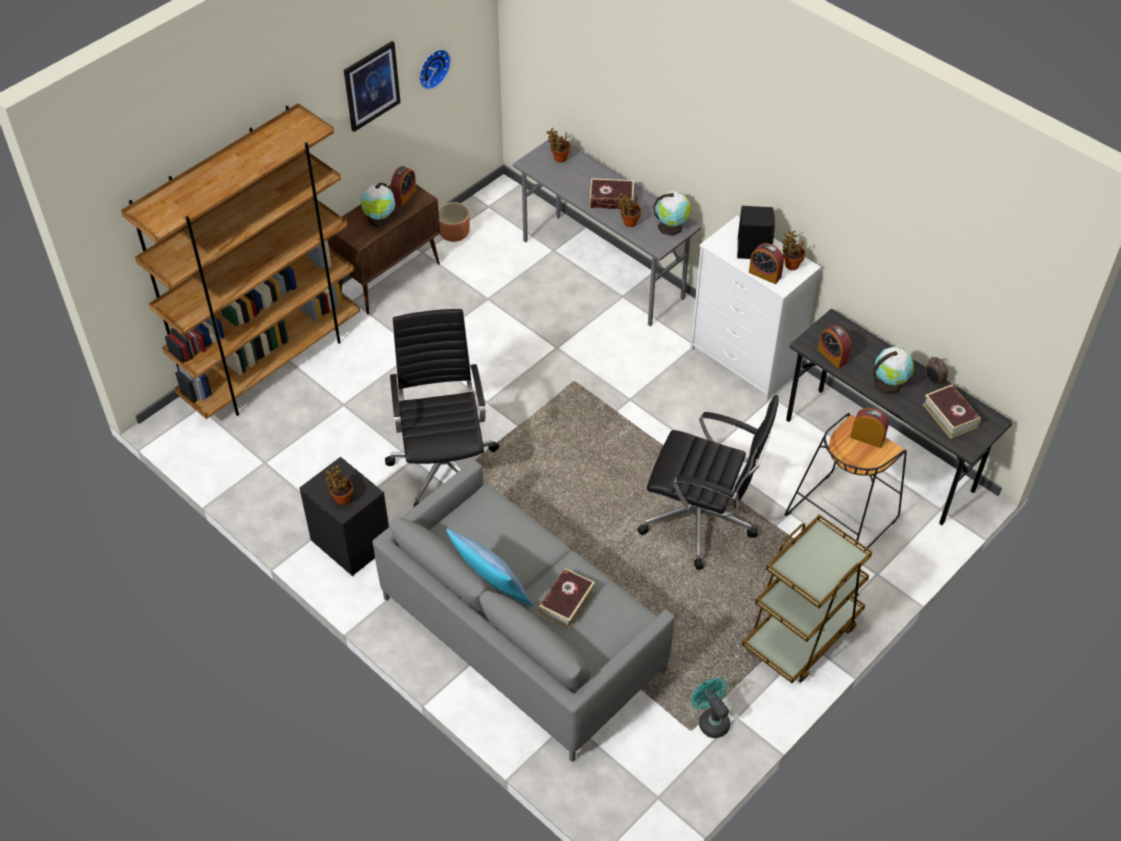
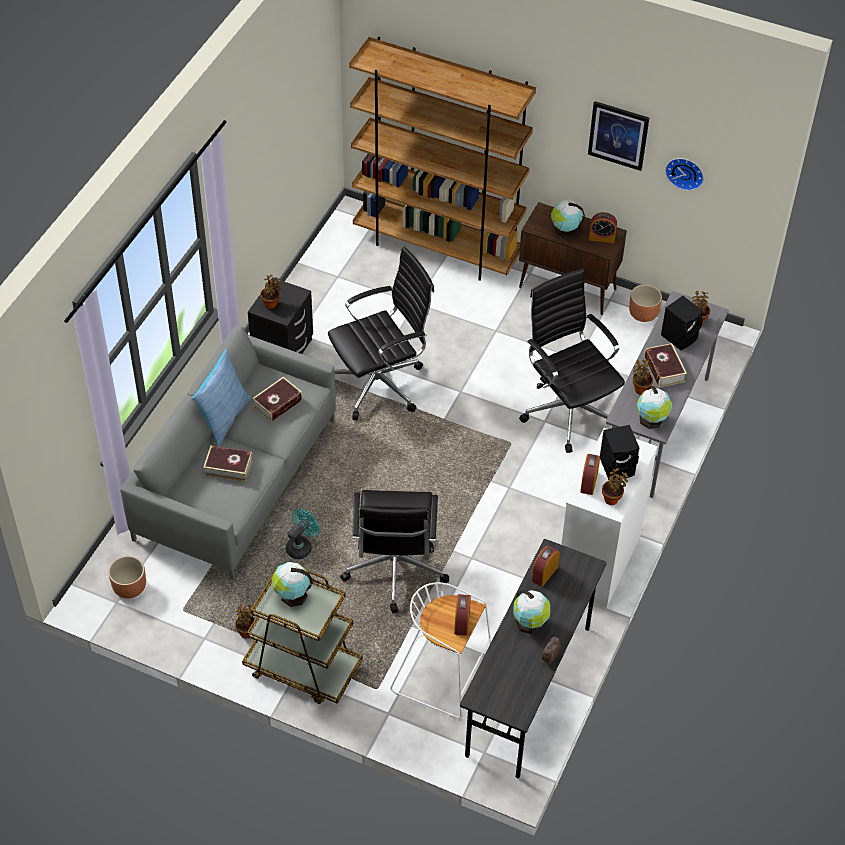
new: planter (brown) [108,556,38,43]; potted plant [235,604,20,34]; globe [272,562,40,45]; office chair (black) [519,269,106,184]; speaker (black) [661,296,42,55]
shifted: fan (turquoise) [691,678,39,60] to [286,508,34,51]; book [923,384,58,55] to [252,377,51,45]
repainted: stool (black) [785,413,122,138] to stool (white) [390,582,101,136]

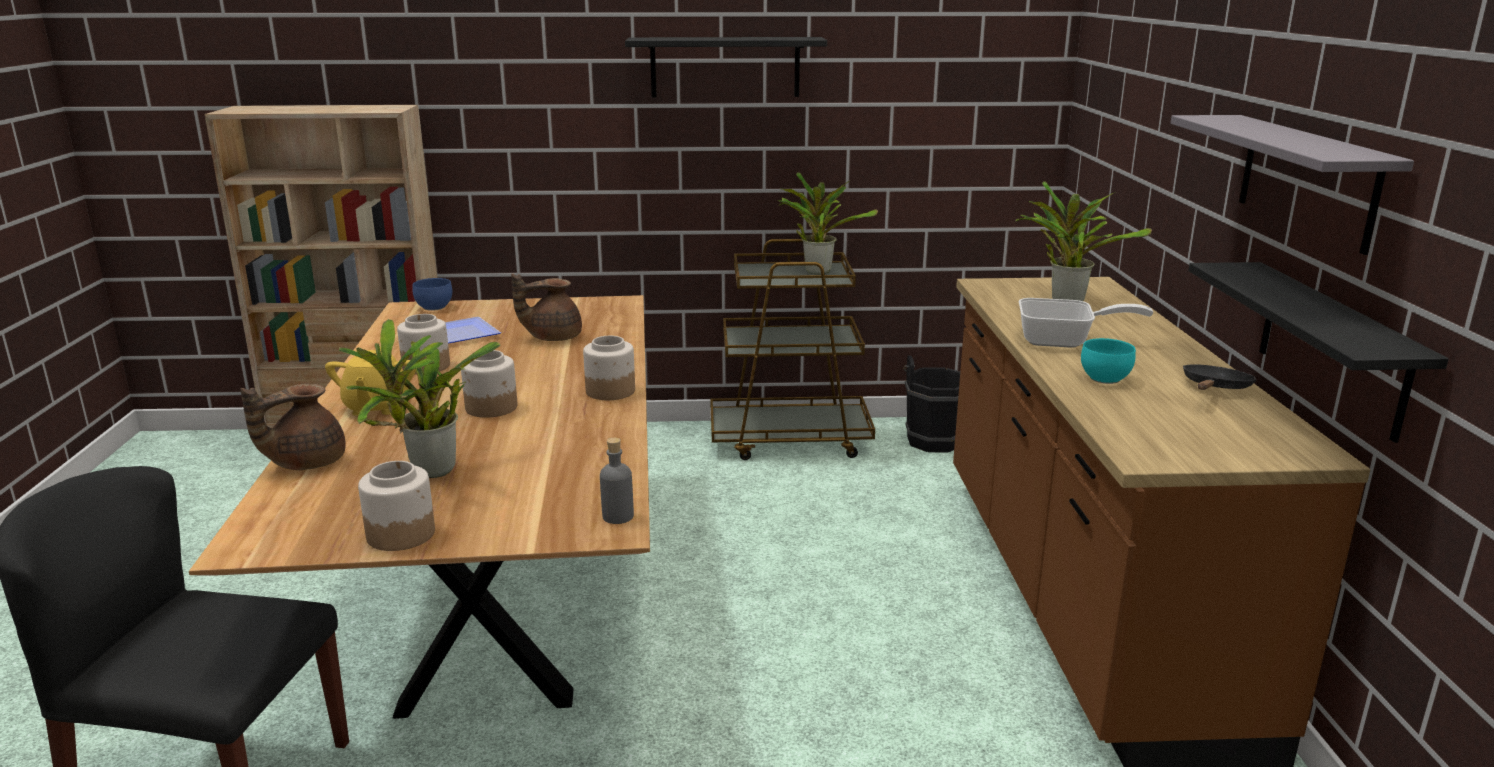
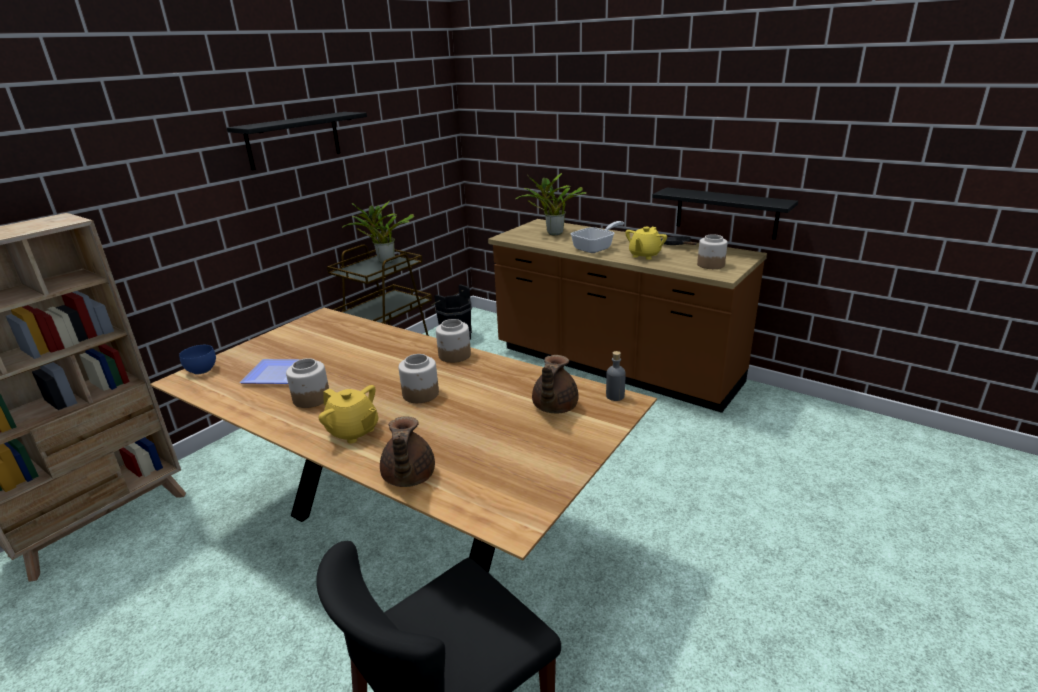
gone: potted plant [339,319,162,159]; shelf (grey) [1171,115,243,140]
shifted: jar [358,461,77,90] to [697,234,31,35]; teapot (brown) [511,273,71,68] to [532,355,46,58]
swapped: bowl (turquoise) [1081,338,55,46] to teapot (yellow) [625,227,42,33]

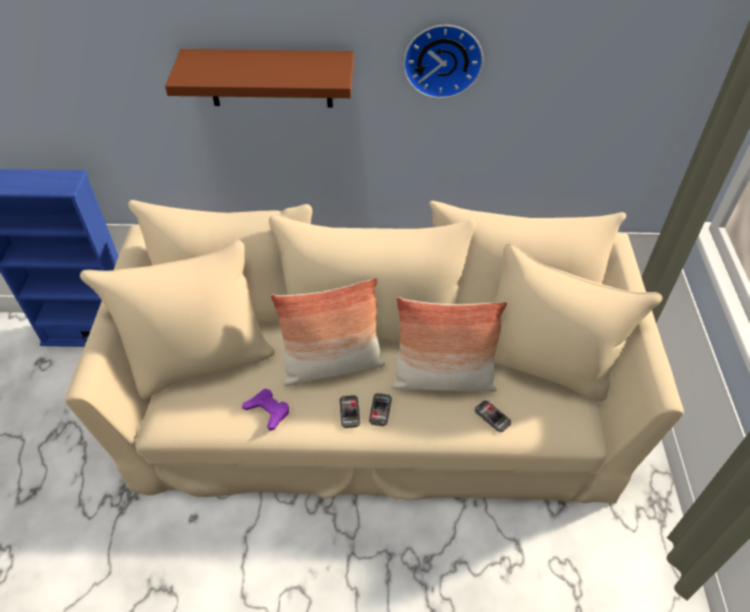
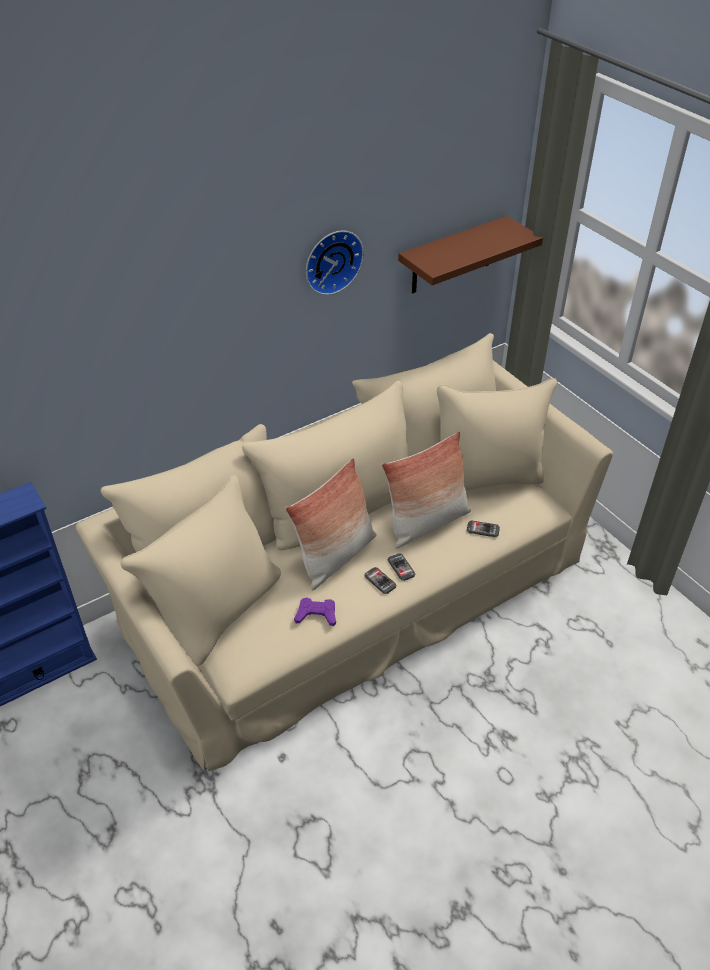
shifted: shelf (brown) [165,49,189,59] to [398,216,145,77]

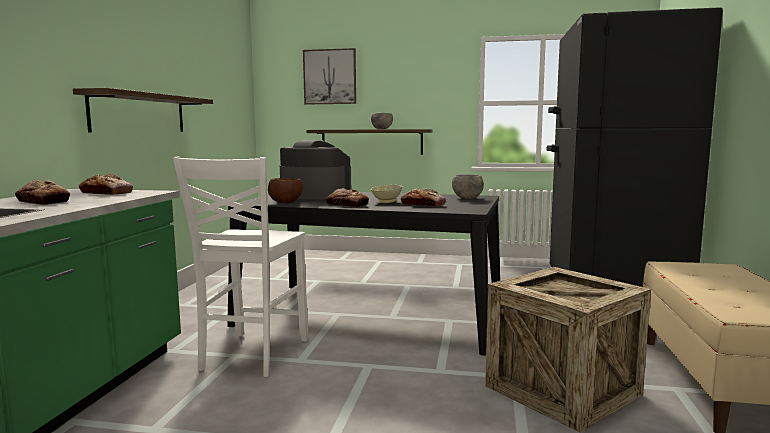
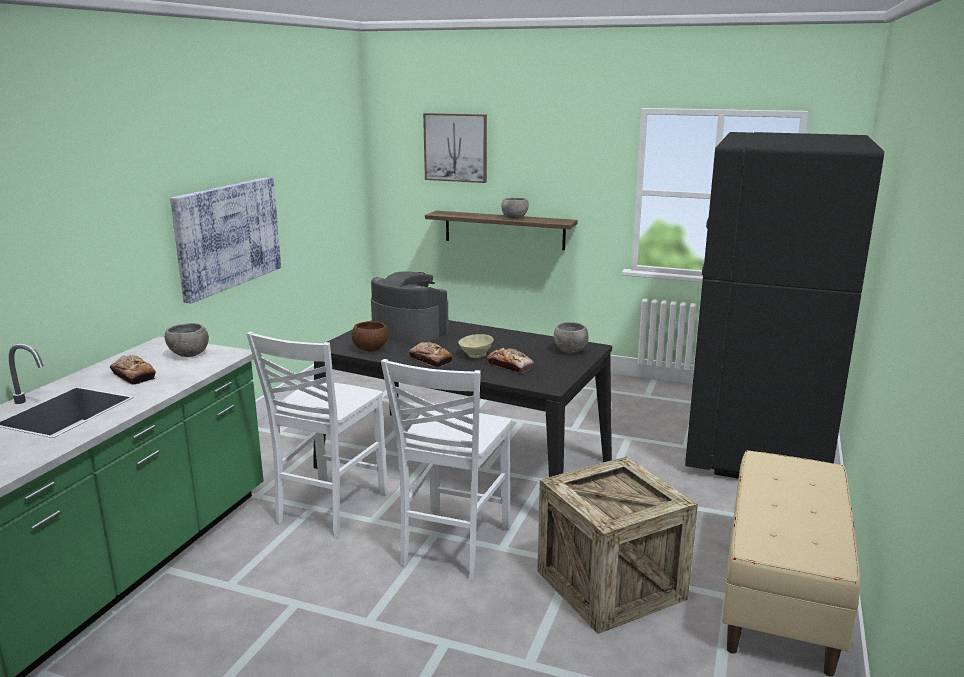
new: chair (white) [381,359,131,222]
swapped: shelf [73,88,140,44] to picture [170,177,111,126]; bread [78,173,55,22] to bowl (grey) [165,323,44,34]

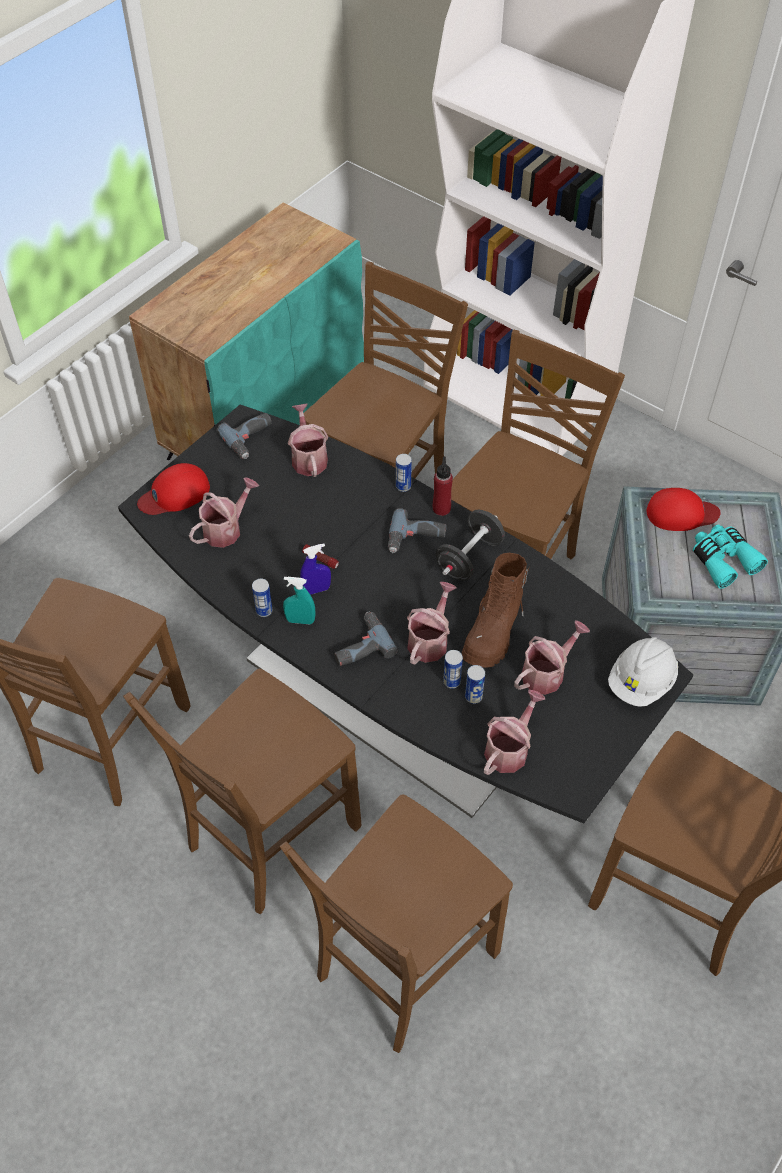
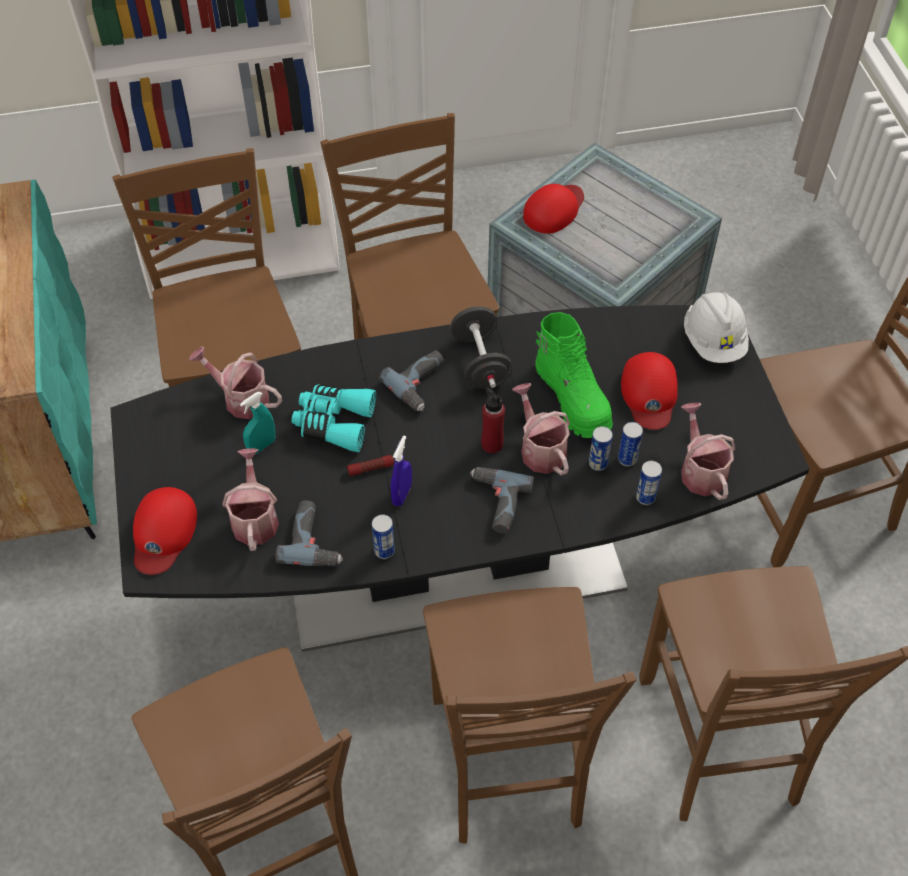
shifted: power drill [217,413,55,46] to [275,501,68,65]; spray bottle (turquoise) [283,577,32,47] to [240,392,35,63]; can [396,454,16,38] to [636,461,26,44]; bottle (red) [433,457,20,59] to [481,387,24,66]; binoculars (turquoise) [693,525,75,64] to [291,384,85,68]
swapped: watering can [514,620,76,75] to cap (red) [621,352,57,78]
repainted: boot (brown) [461,553,69,115] to boot (green) [535,312,78,126]

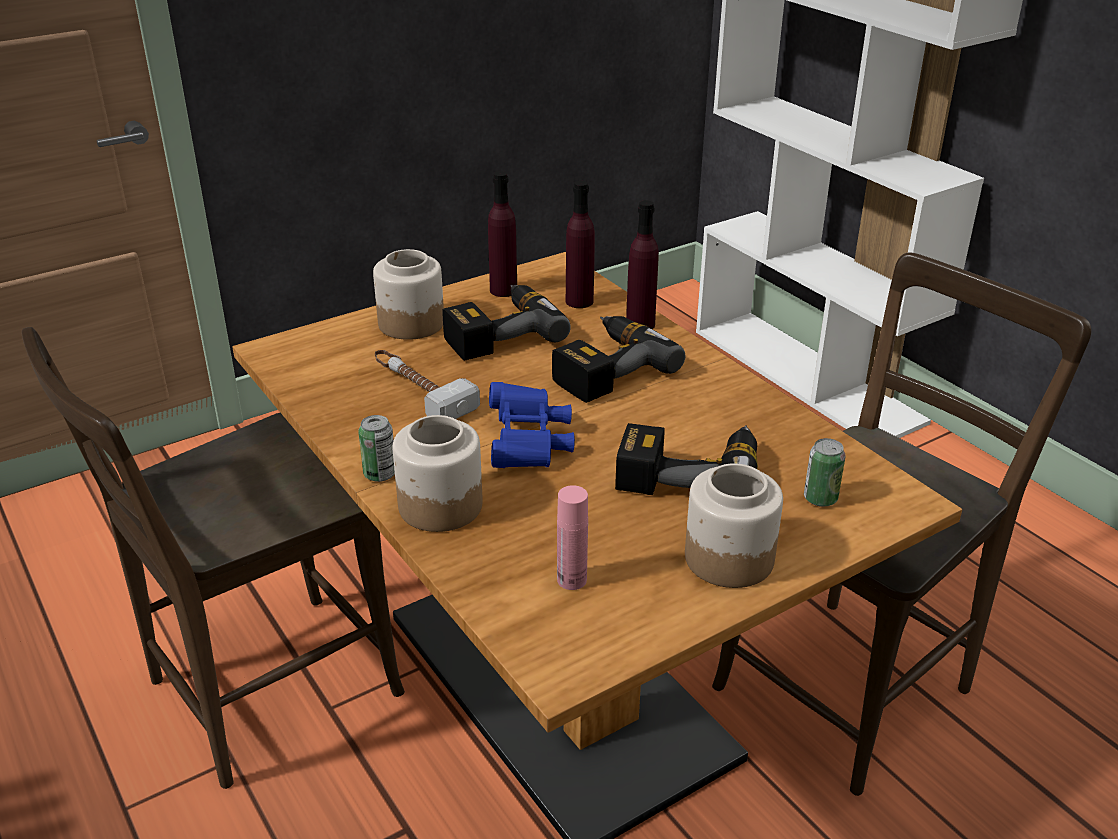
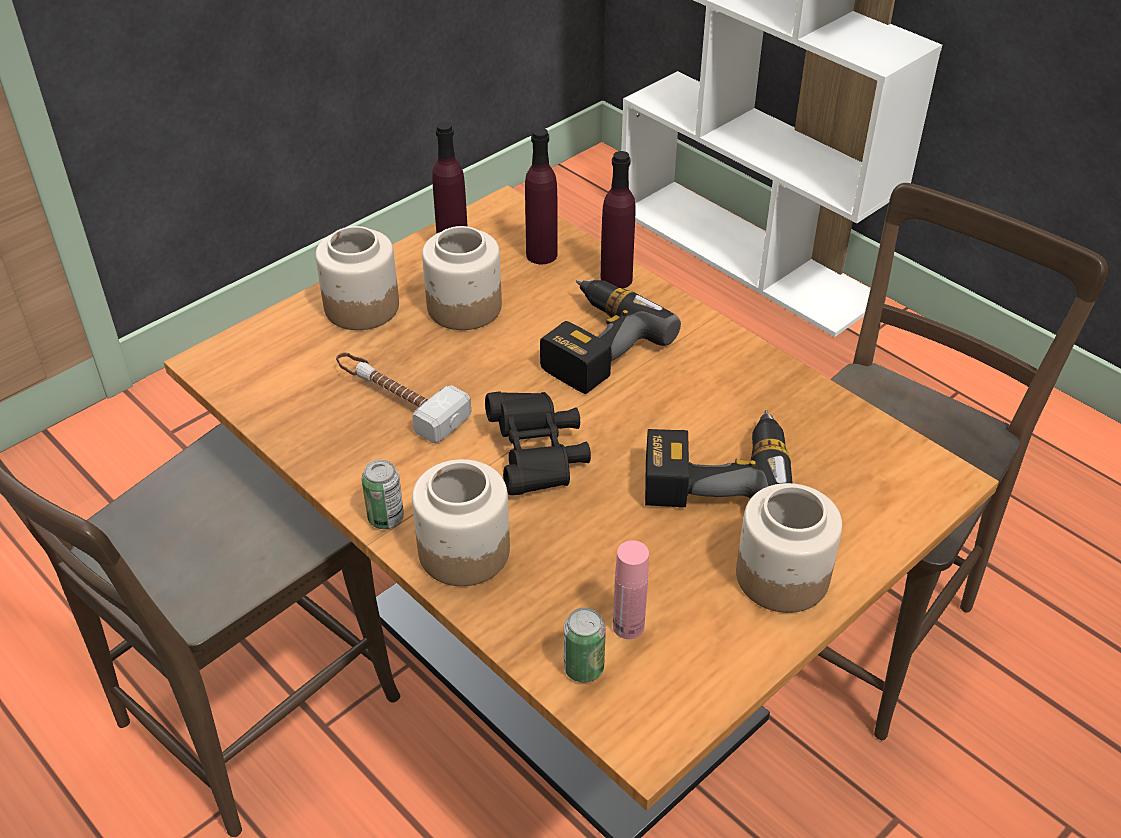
shifted: can [804,438,41,69] to [564,608,42,74]
swapped: power drill [442,285,129,76] to jar [422,226,80,104]
repainted: binoculars (blue) [489,382,86,86] to binoculars (black) [485,391,106,104]

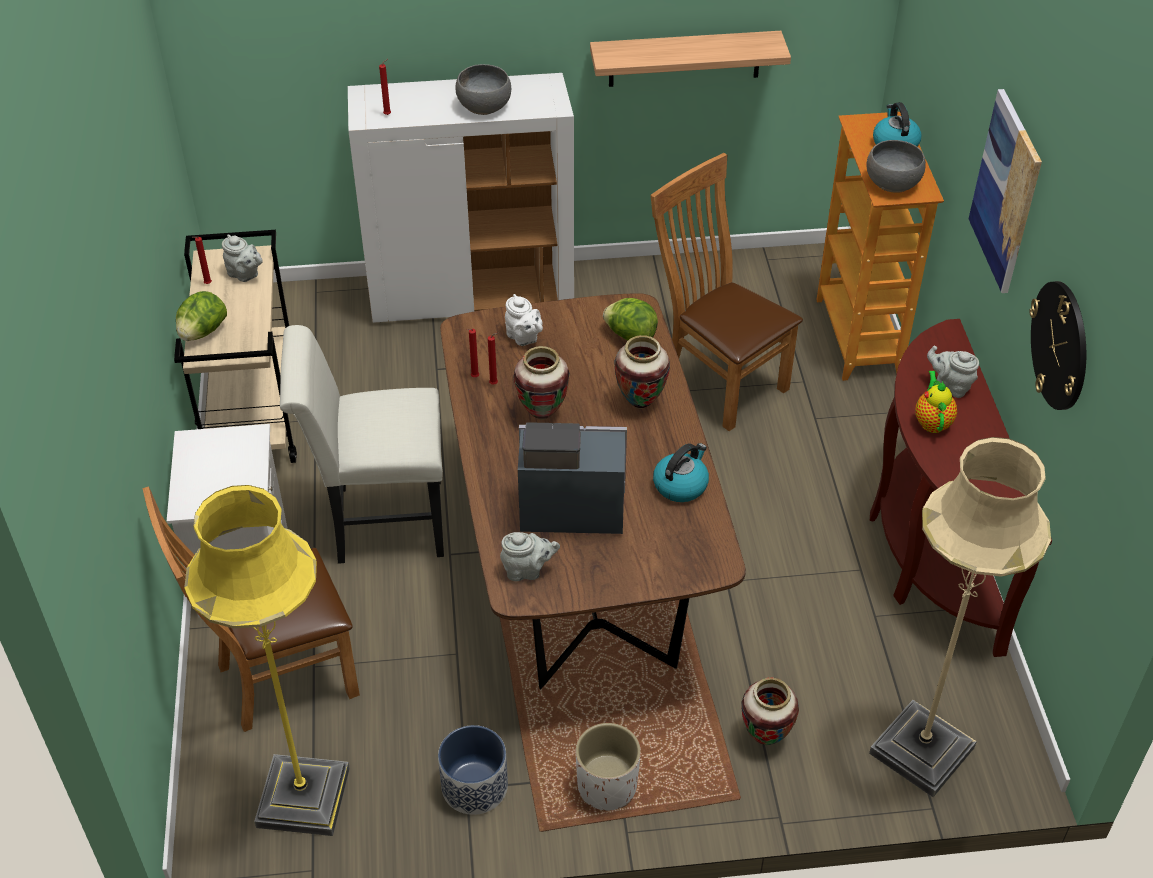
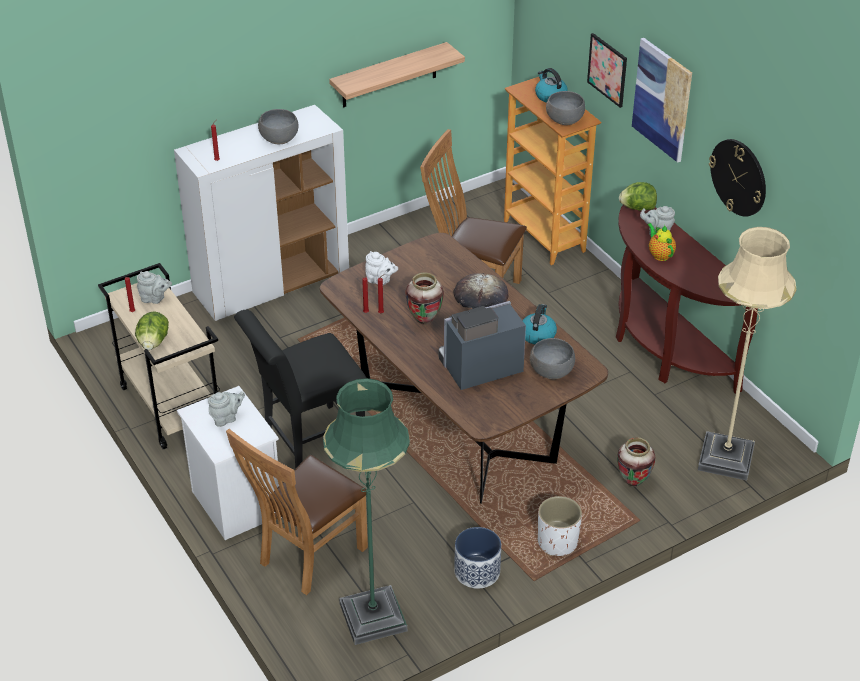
new: bowl (grey) [530,338,45,41]; picture [587,33,40,75]
shifted: teapot (grey) [500,532,60,49] to [208,391,37,36]; lettuce [603,298,55,42] to [619,182,38,29]
swapped: vase [614,335,56,74] to bread [454,273,54,36]
repainted: floor lamp (yellow) [184,485,166,351] to floor lamp (green) [323,378,87,267]; chair (white) [280,325,164,239] to chair (black) [234,310,133,159]

